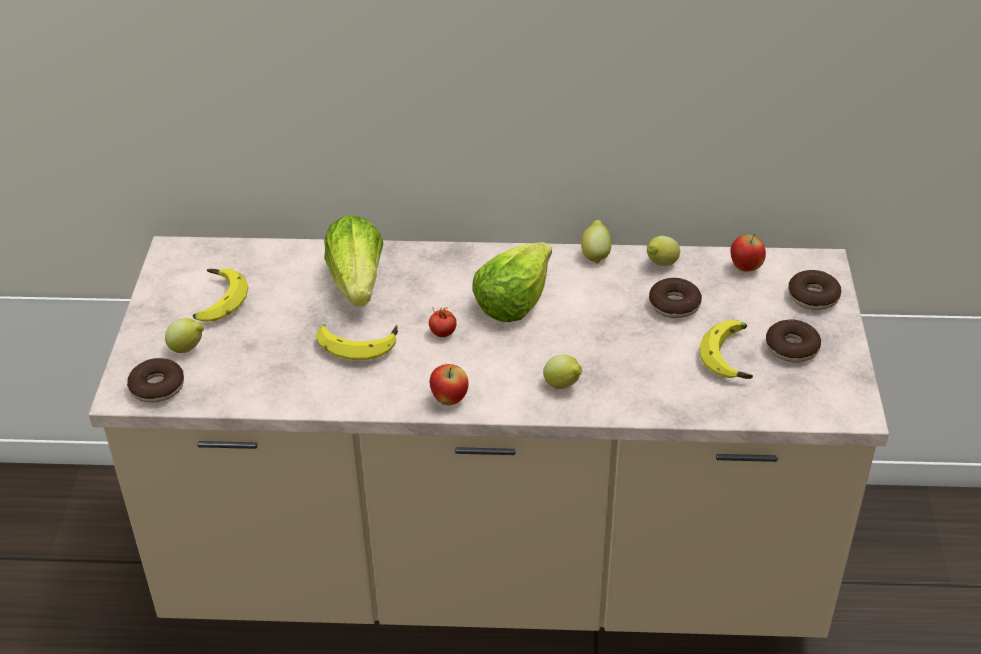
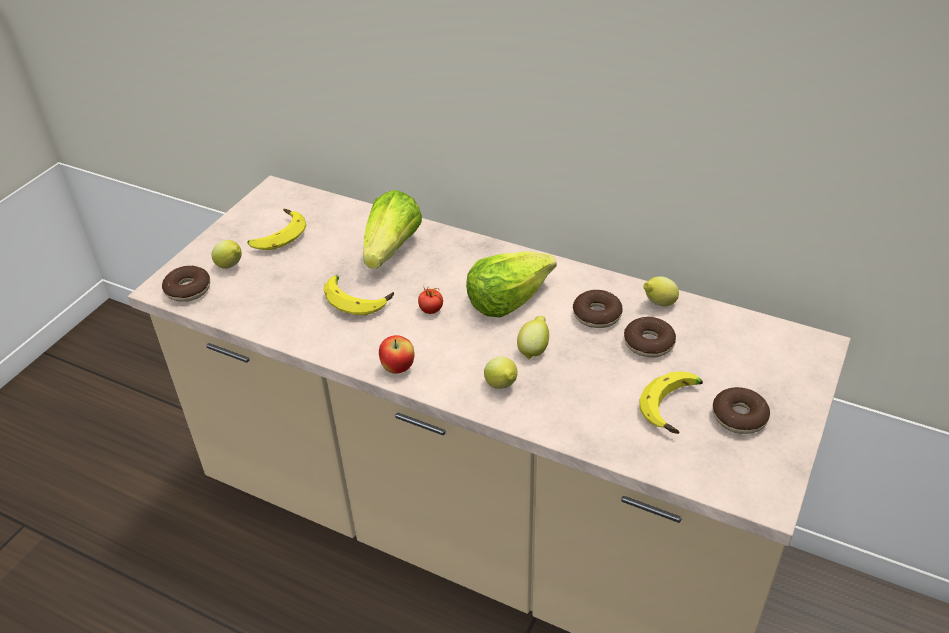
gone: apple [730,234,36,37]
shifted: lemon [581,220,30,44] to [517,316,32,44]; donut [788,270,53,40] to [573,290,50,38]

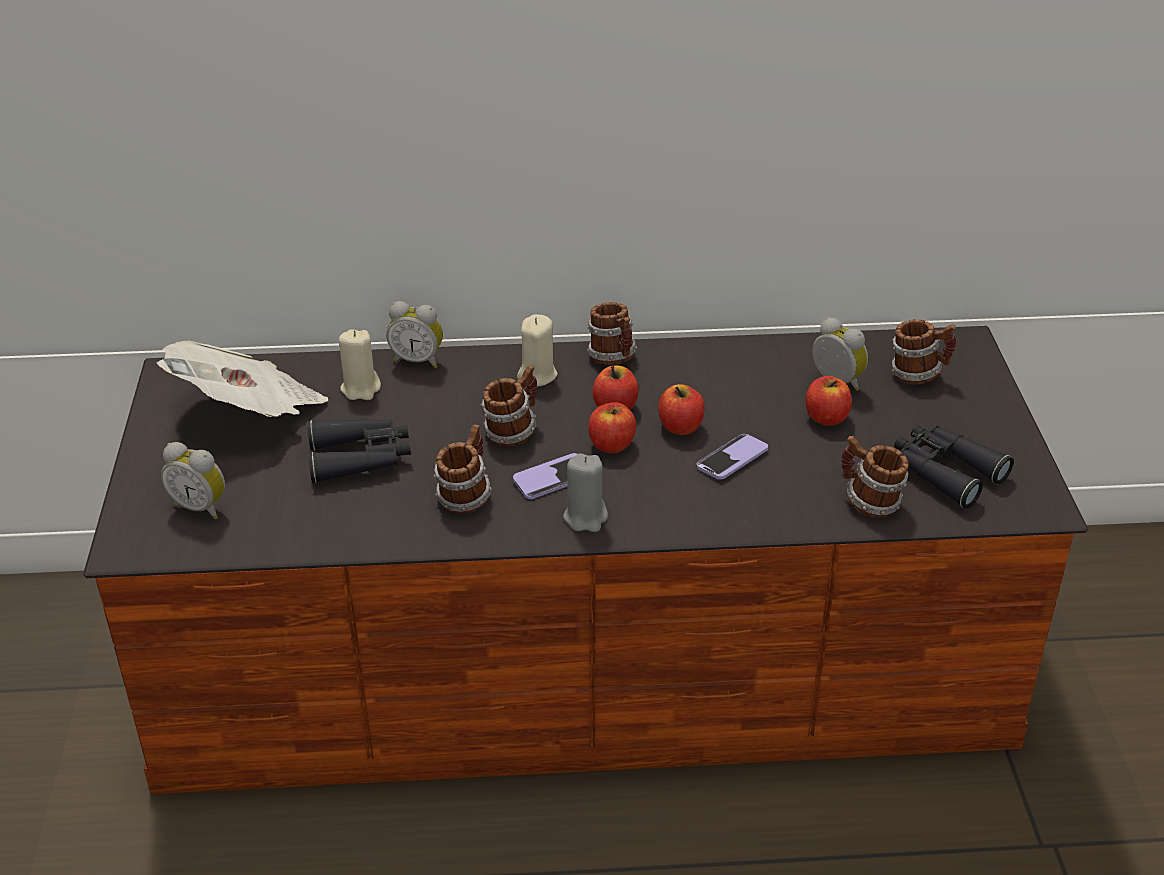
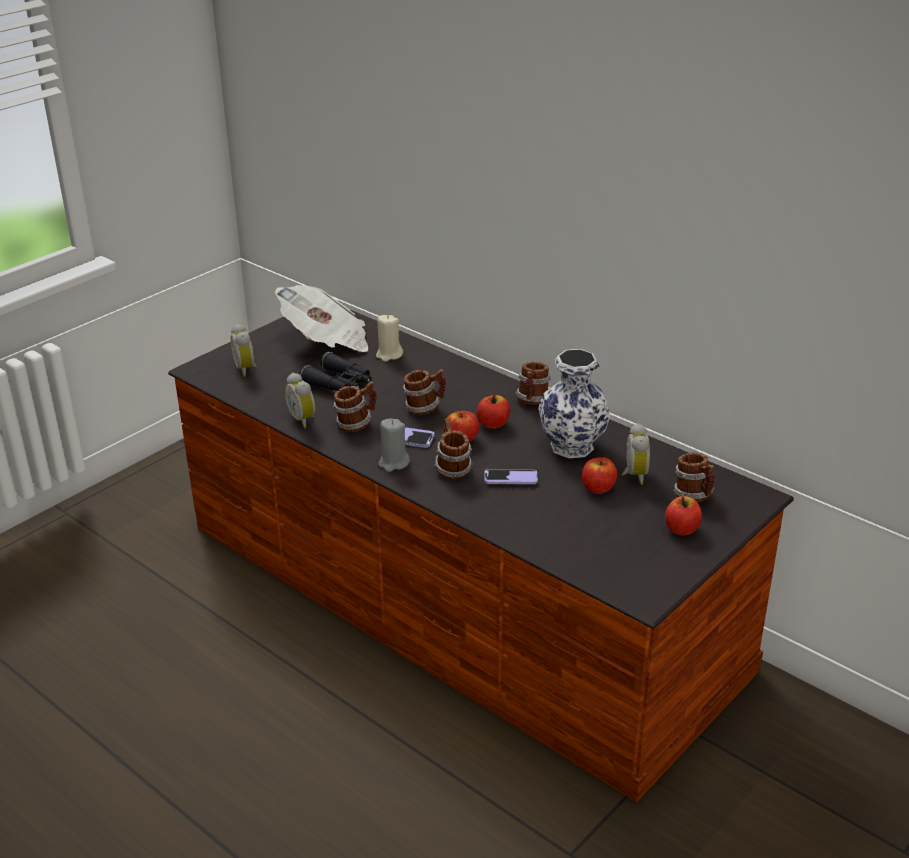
gone: candle (beige) [517,314,41,72]; binoculars (black) [894,425,120,84]
new: vase [538,349,72,109]
shifted: alarm clock [386,301,57,67] to [285,373,30,55]; apple [658,384,47,51] to [665,496,37,40]; mug [841,436,68,82] to [434,418,39,61]

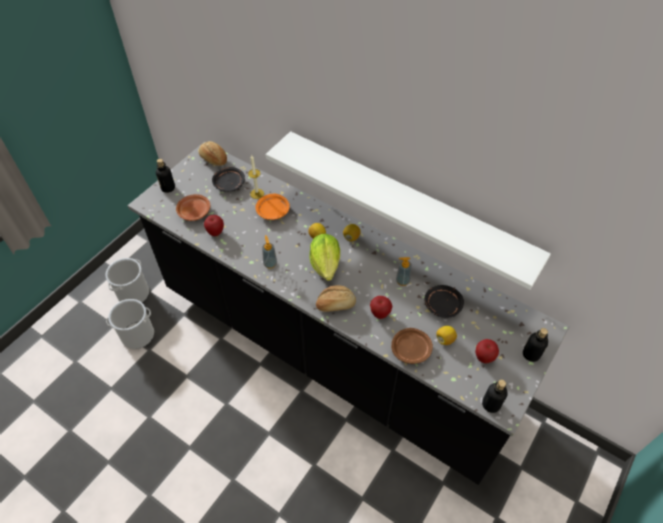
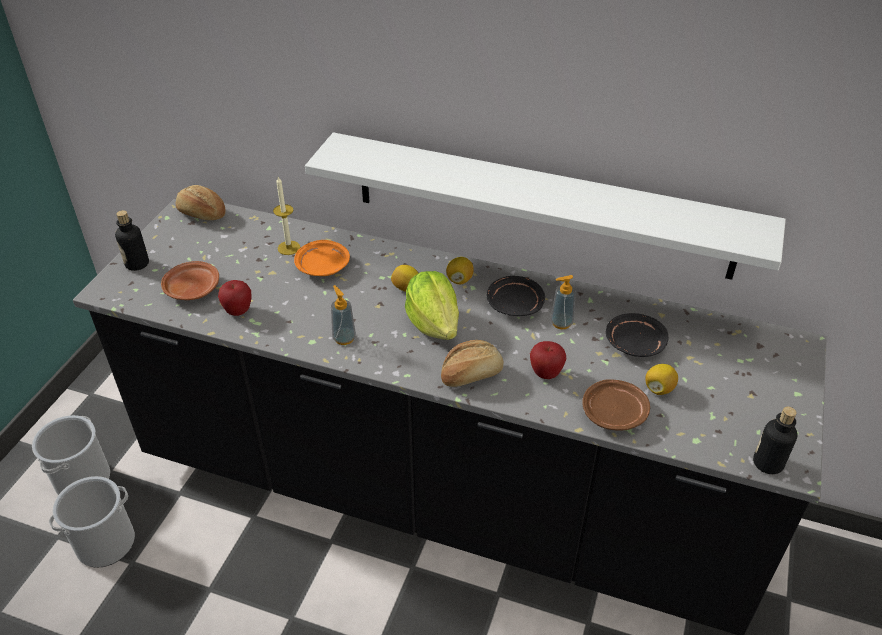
gone: apple [475,339,24,24]; bottle [523,328,25,34]
shifted: plate (black) [212,167,33,25] to [487,276,58,40]

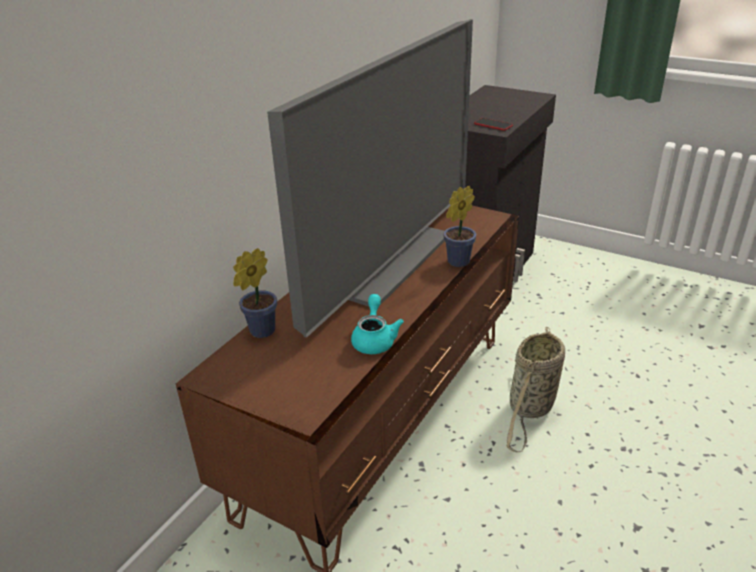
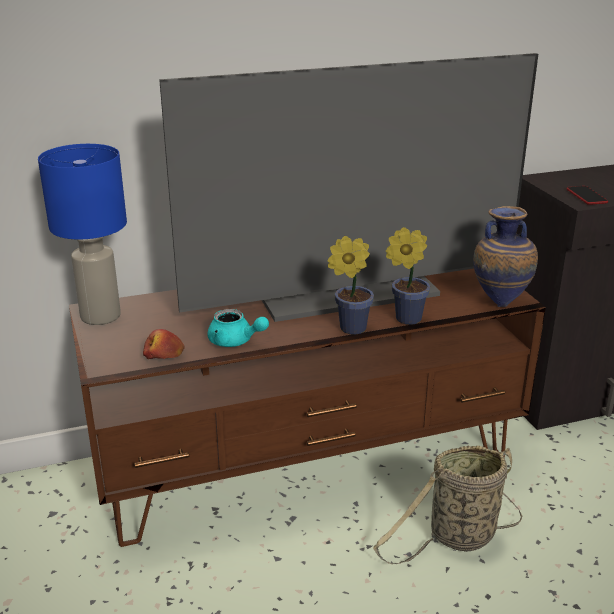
new: table lamp (blue) [38,144,89,181]; apple [143,329,42,30]; vase [473,206,65,101]
shifted: potted plant [233,248,44,90] to [328,236,46,99]
rotated: teapot (turquoise) [351,294,53,60] = [207,309,62,38] 75 degrees clockwise

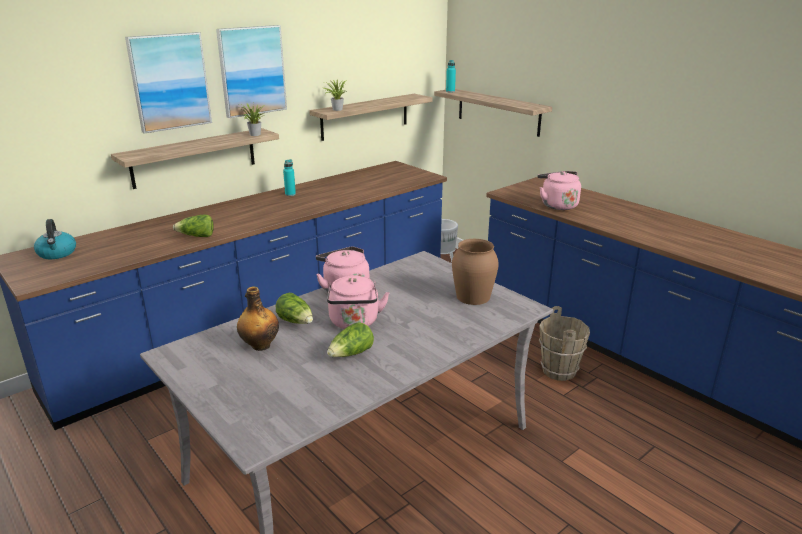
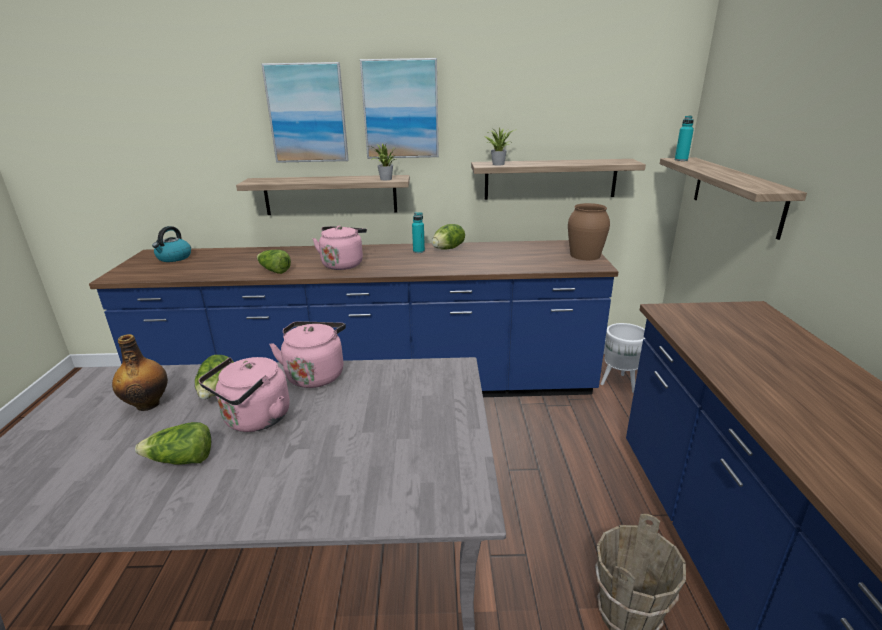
new: lettuce [432,224,33,26]
shifted: vase (brown) [452,239,47,66] to [568,203,42,57]; kettle (pink) [537,171,44,39] to [312,226,55,44]

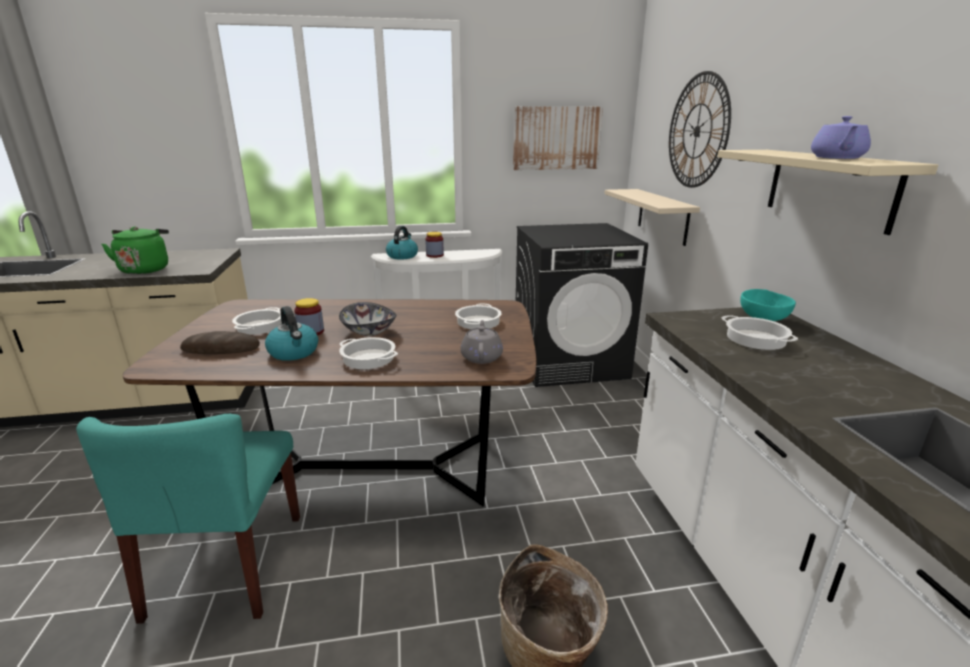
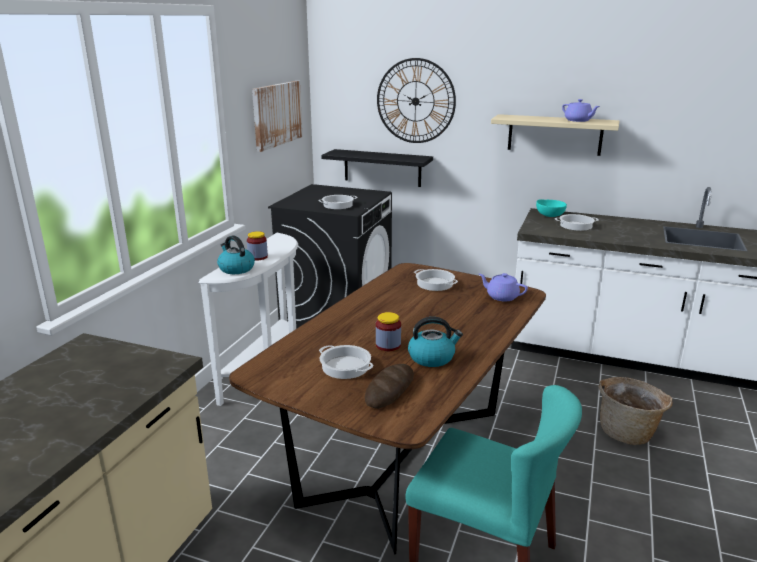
gone: kettle (green) [101,227,68,47]; bowl [339,302,57,34]
shifted: cooking pot [339,337,59,32] to [319,195,39,14]
repainted: teapot (grey) [461,320,42,44] to teapot (purple) [479,273,49,28]; shelf (beige) [604,189,96,57] to shelf (black) [321,149,112,38]

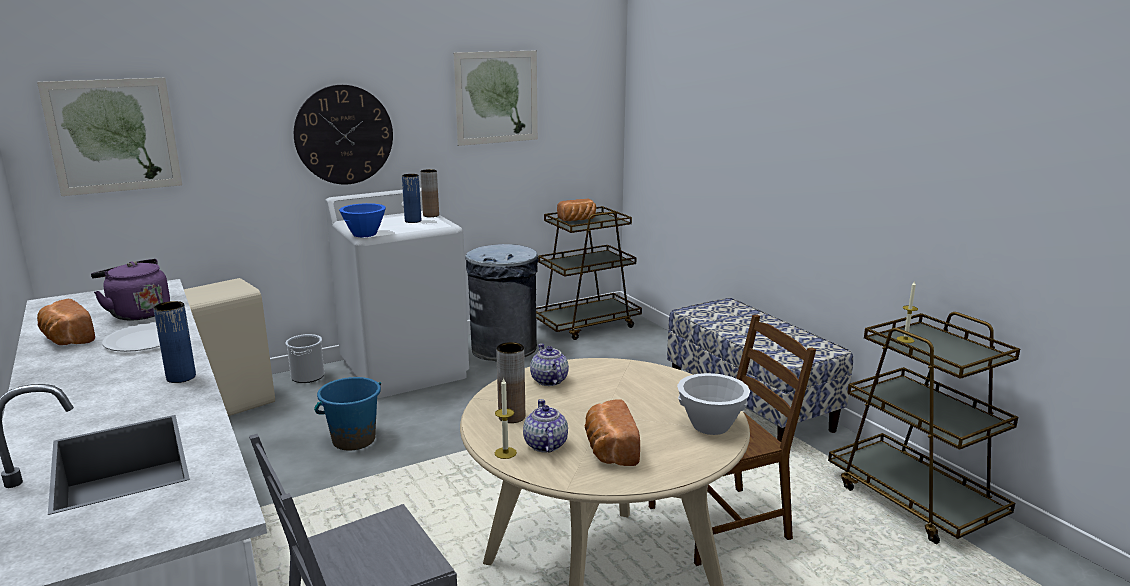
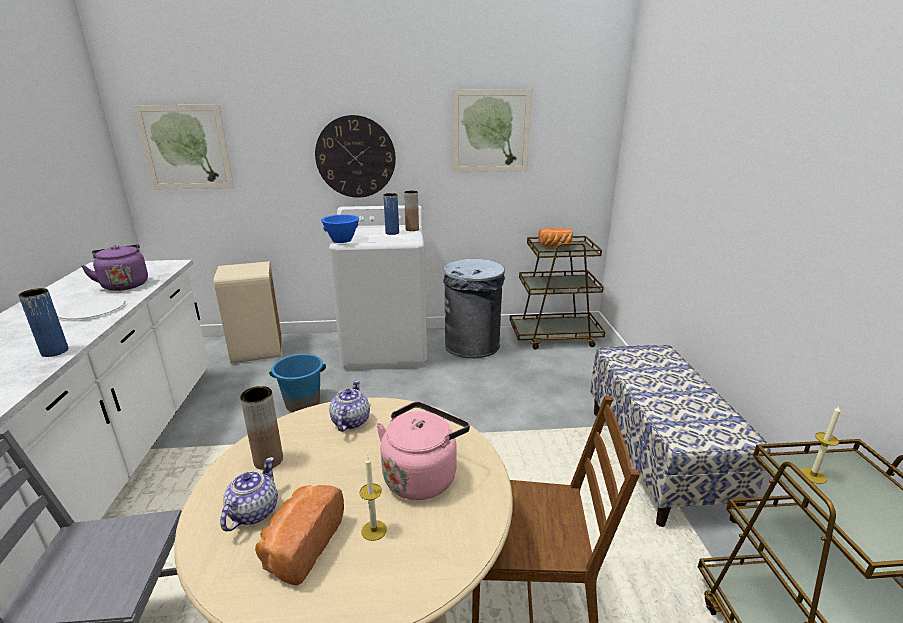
gone: bread [37,299,58,46]; bucket [285,334,40,49]; bowl (white) [677,373,73,62]
new: kettle (pink) [376,402,94,98]
shifted: candle [495,378,22,81] to [360,456,27,85]

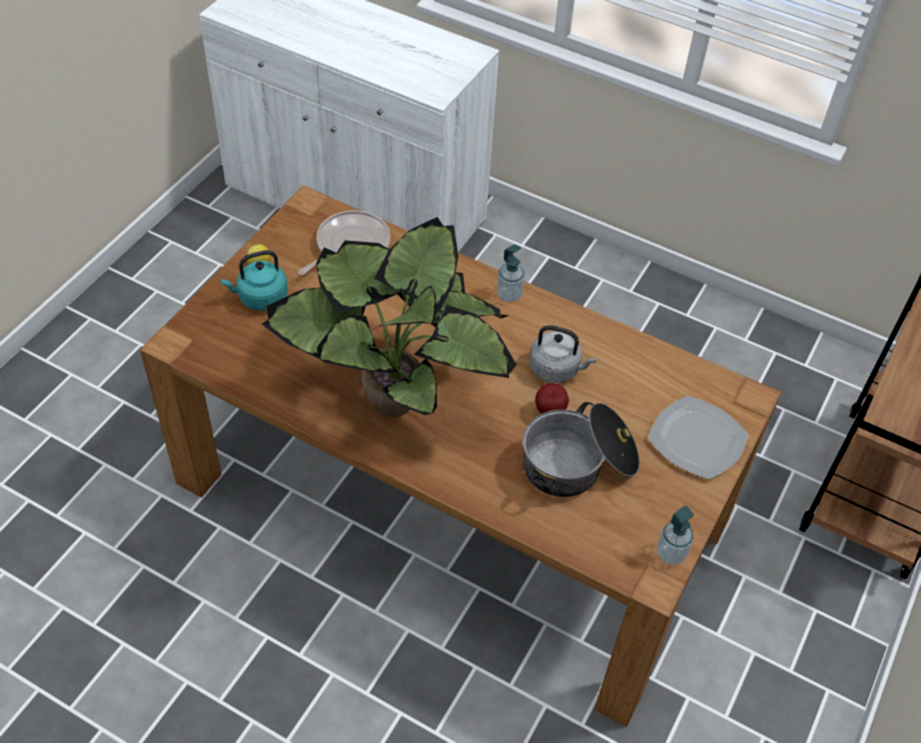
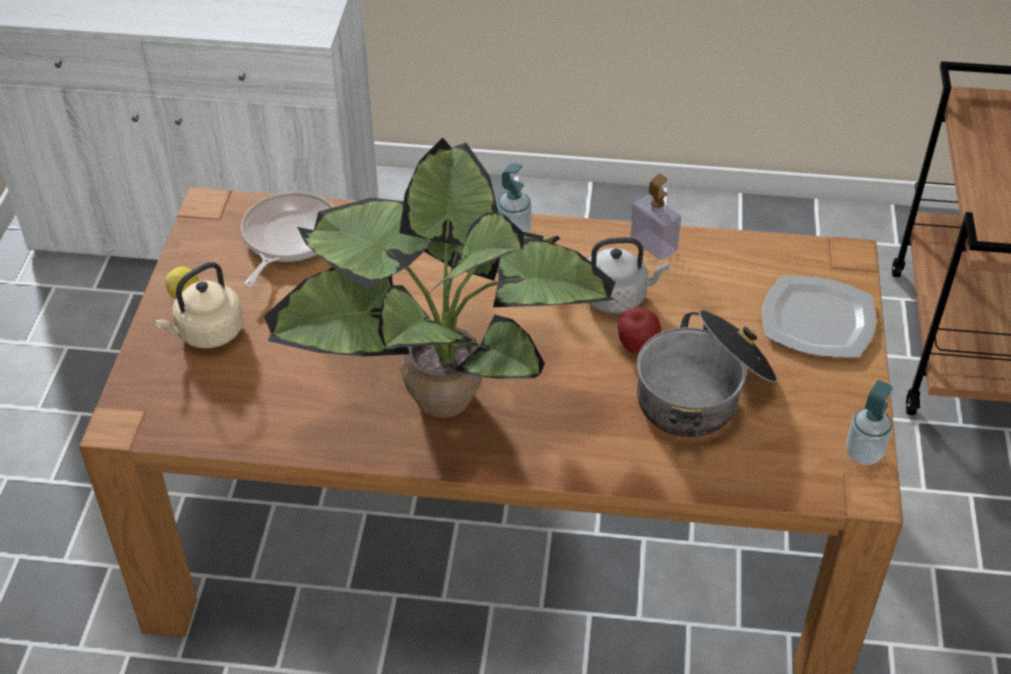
new: soap dispenser [630,174,51,86]
repainted: kettle (turquoise) [220,250,68,61] to kettle (beige) [154,262,90,86]

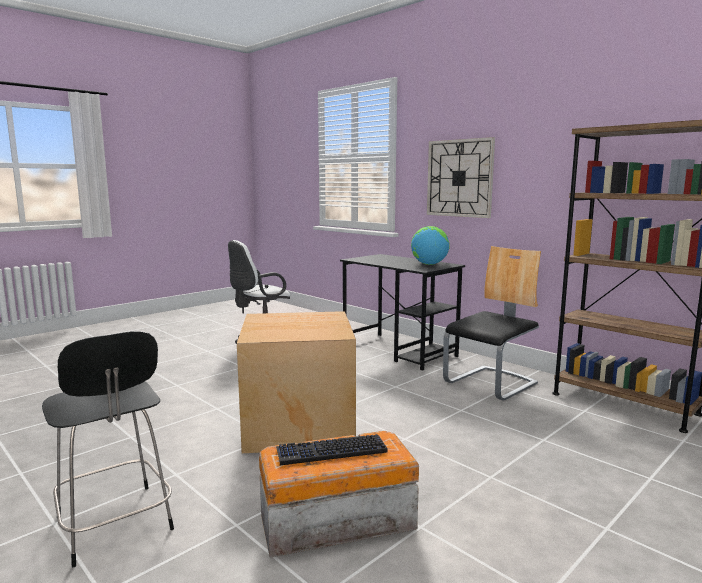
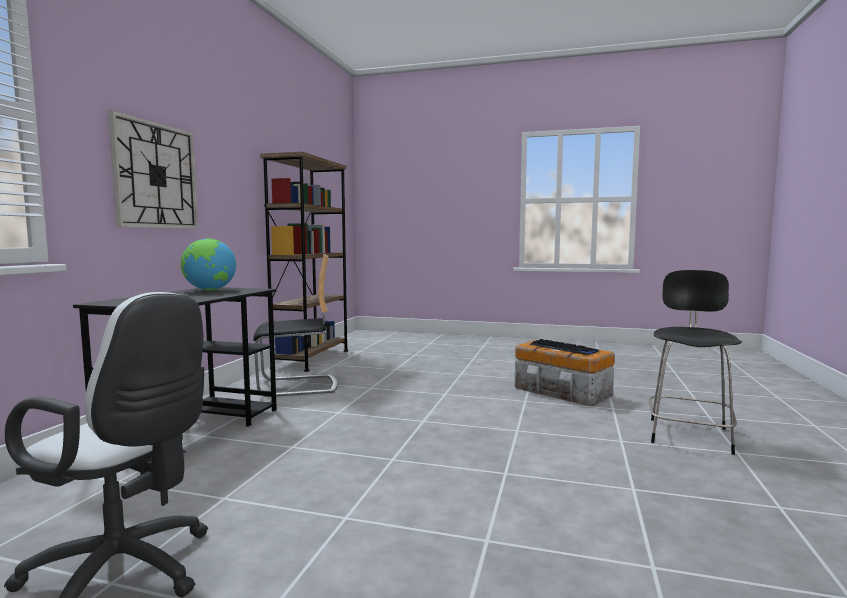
gone: cardboard box [237,311,119,142]
rotated: chair [443,246,98,155] = [253,254,85,143] 150 degrees clockwise

